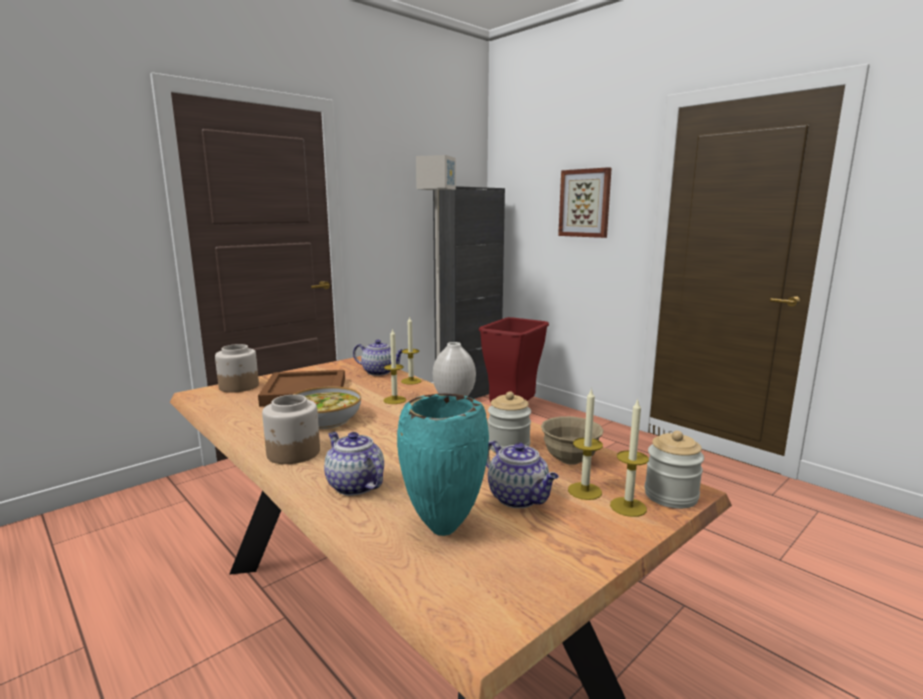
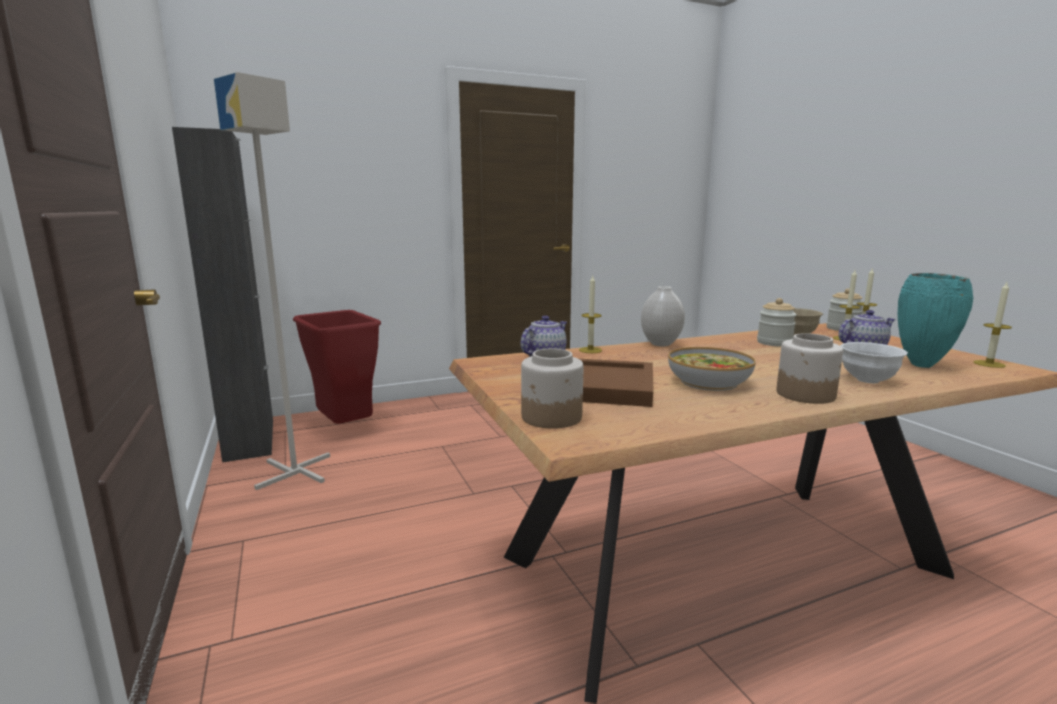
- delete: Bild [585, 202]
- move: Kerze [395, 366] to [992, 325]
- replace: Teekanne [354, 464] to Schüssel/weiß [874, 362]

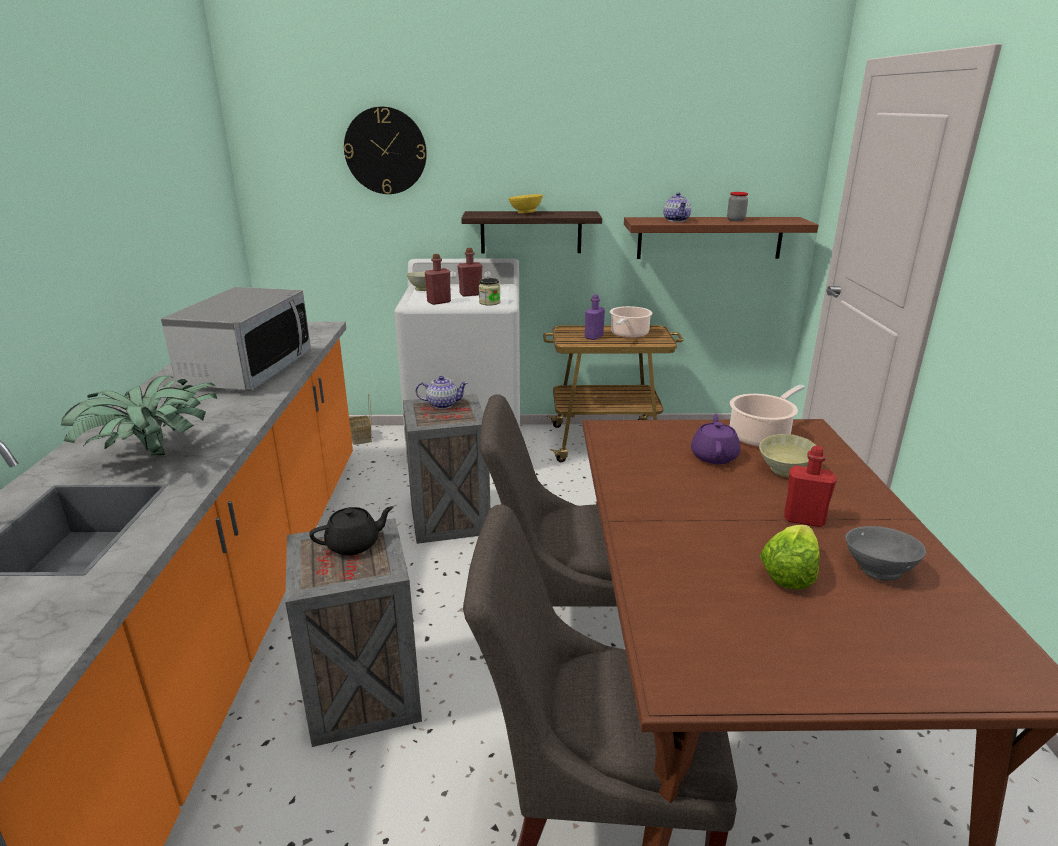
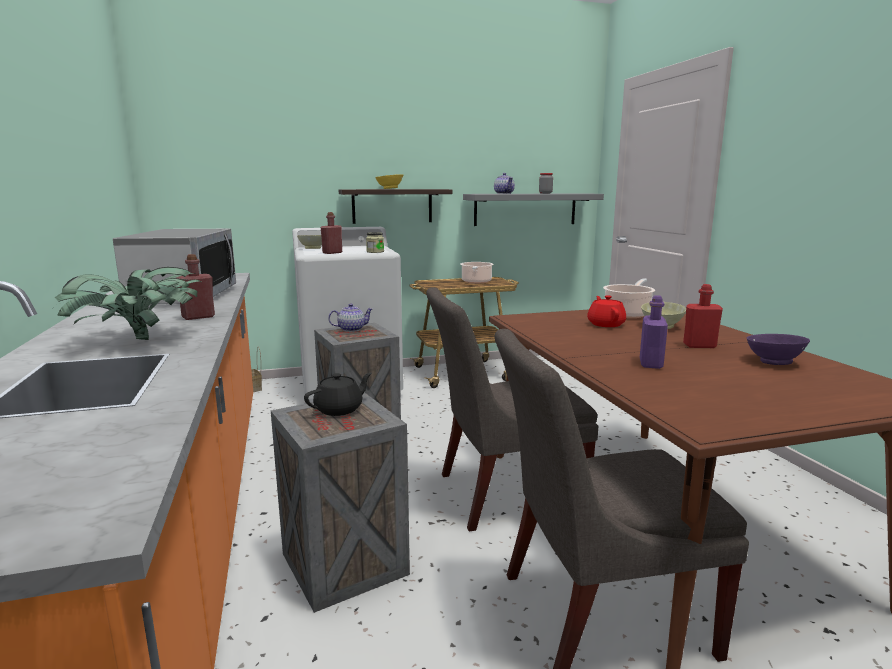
- delete: Wanduhr [385, 150]
- recolor: Wandregal/braun [721, 238] to Wandregal/grau [533, 209]
- move: Flasche/rot [469, 272] to [195, 287]
- move: Flasche/lila [595, 317] to [654, 332]
- recolor: Teekanne/lila [716, 439] to Teekanne/rot [606, 311]
- delete: Salatkopf [790, 557]
- recolor: Schüssel/grau [885, 553] to Schüssel/lila [778, 349]

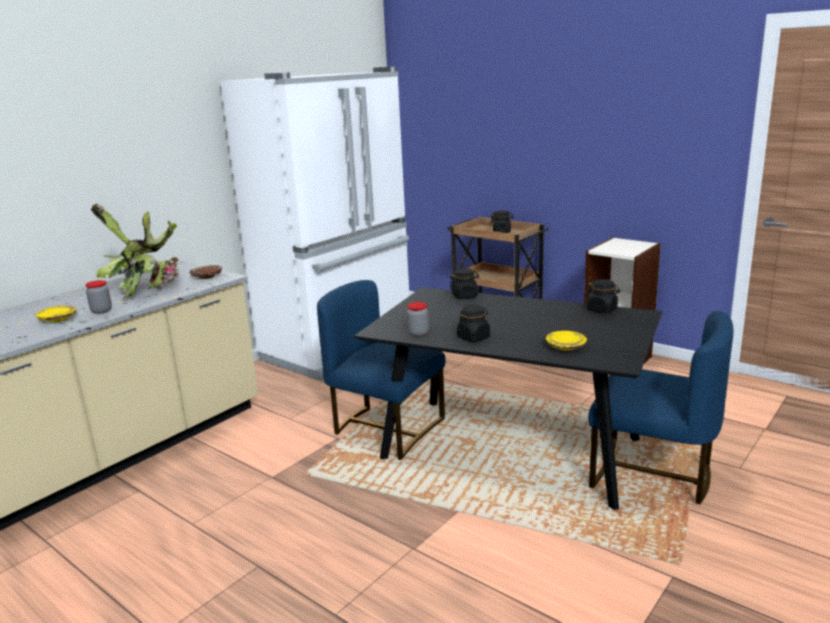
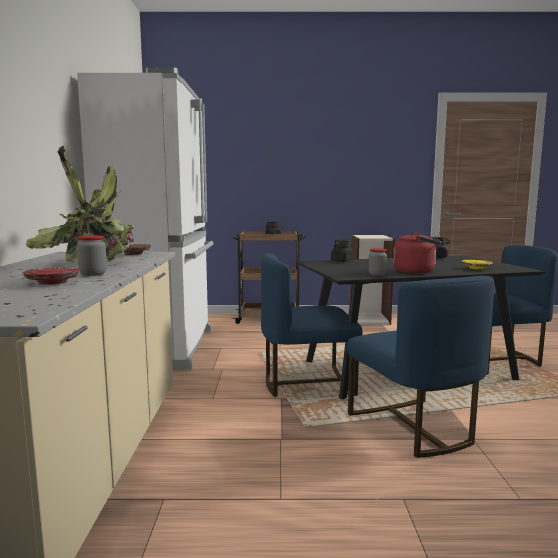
- recolor: Teller/gelb [56, 313] to Teller/rot [51, 275]
- replace: Vorratsglas/schwarz [473, 323] to Wasserkessel/rot [417, 253]
- insert: Stuhl/blau [420, 367]

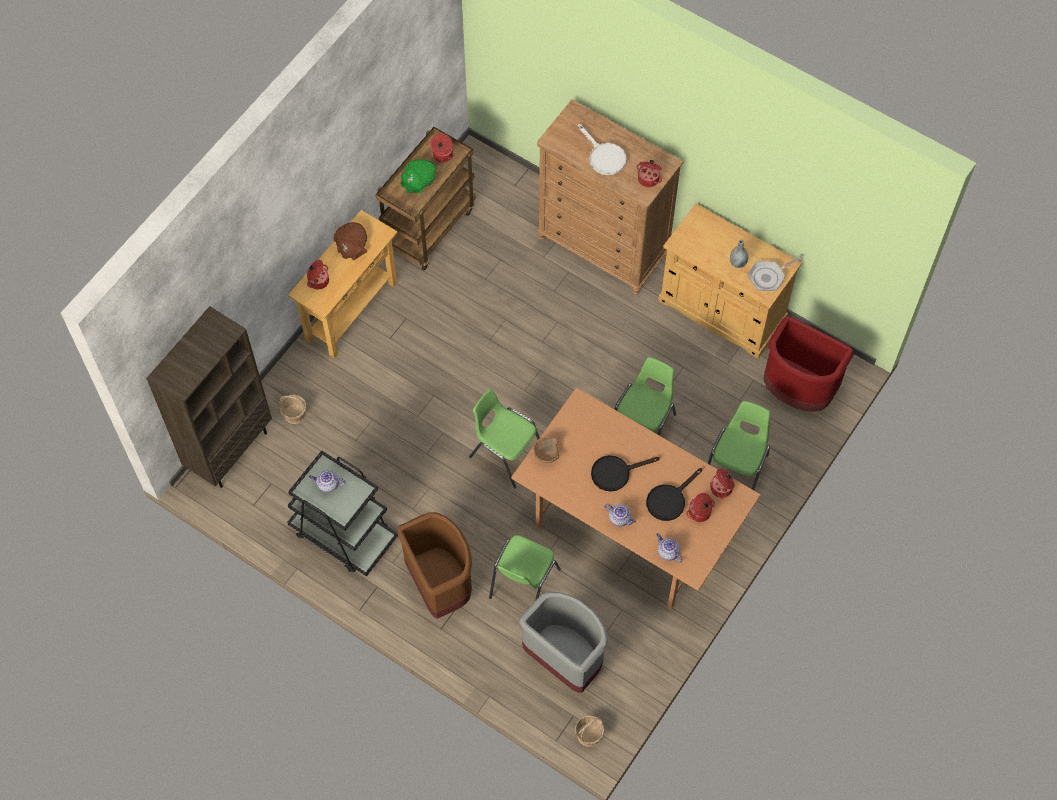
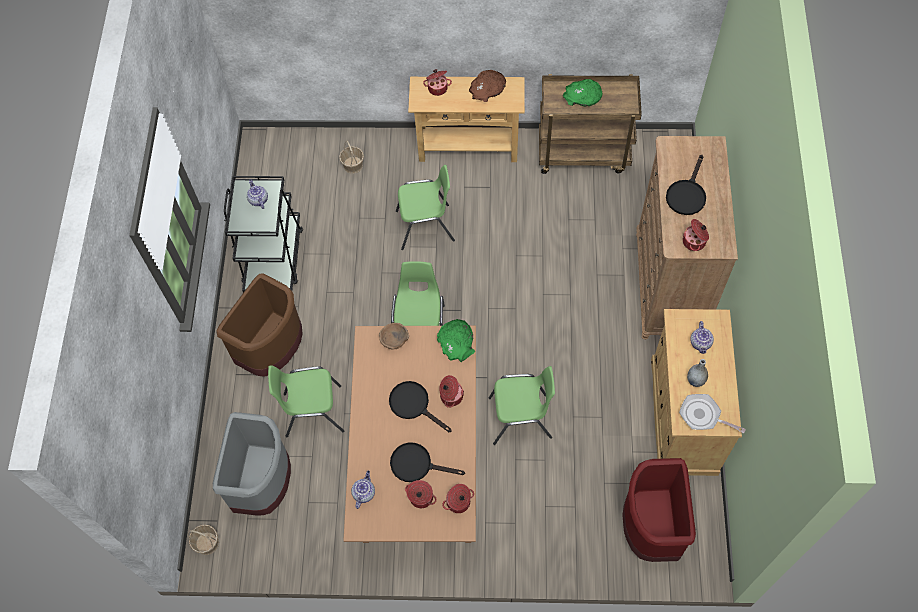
- recolor: Pfanne/weiß [602, 149] to Pfanne/schwarz [686, 185]
- move: Kochtopf [442, 148] to [451, 391]
- delete: Bücherregal/braun [209, 397]
- move: Stuhl/grün [739, 445] to [425, 207]
- move: Teekanne [620, 515] to [702, 337]
- insert: Schüssel/grün [456, 340]

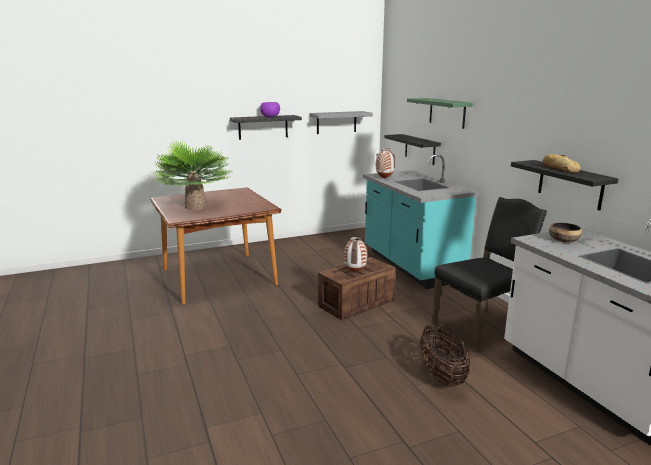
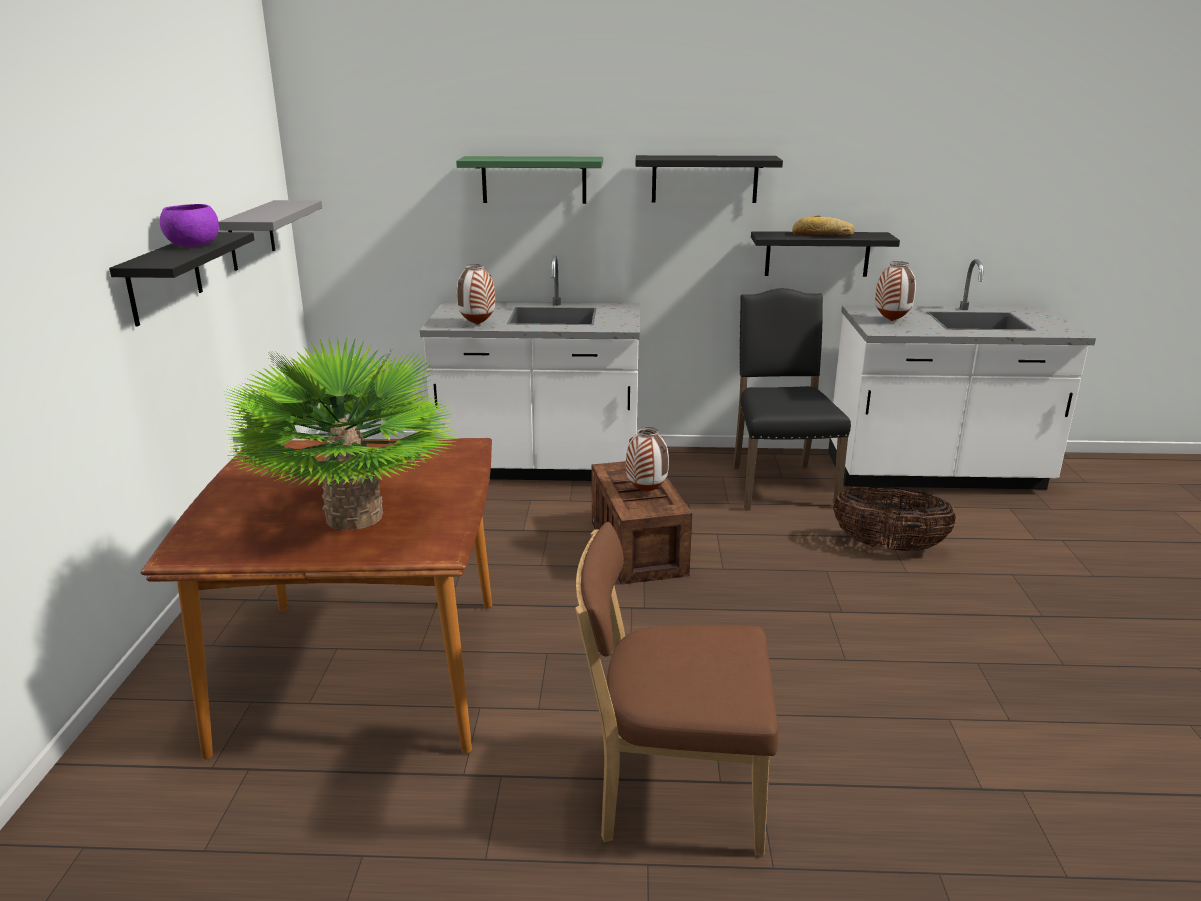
- move: Wandregal/schwarz [412, 149] to [709, 179]
- recolor: Küchenzeile/türkis [420, 221] to Küchenzeile/weiß [530, 368]
- replace: Schüssel [565, 232] to Vase [895, 291]
- insert: Stuhl/braun [677, 689]

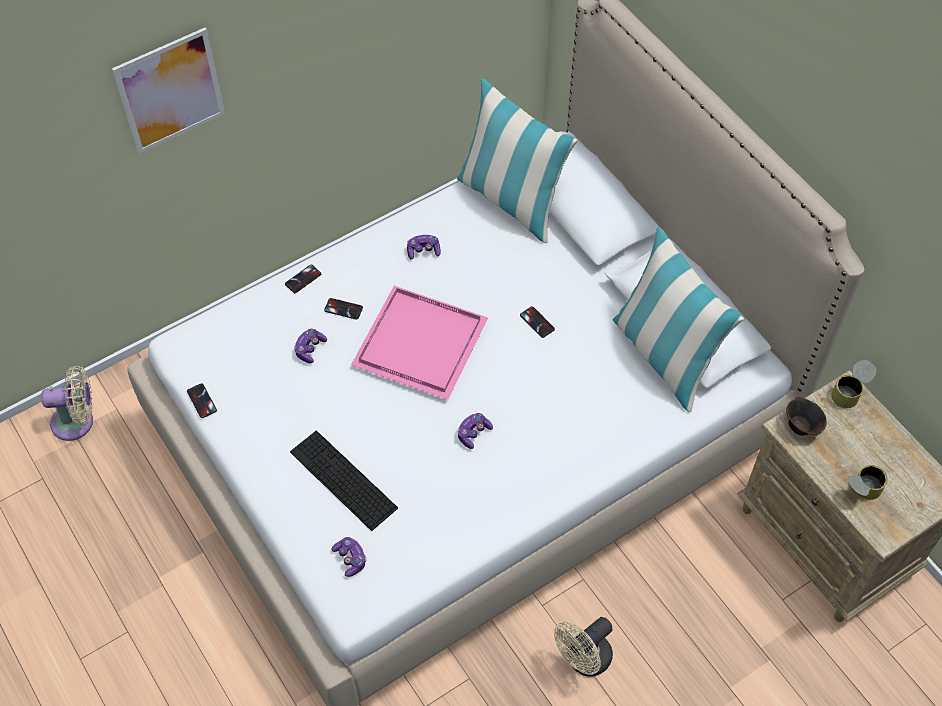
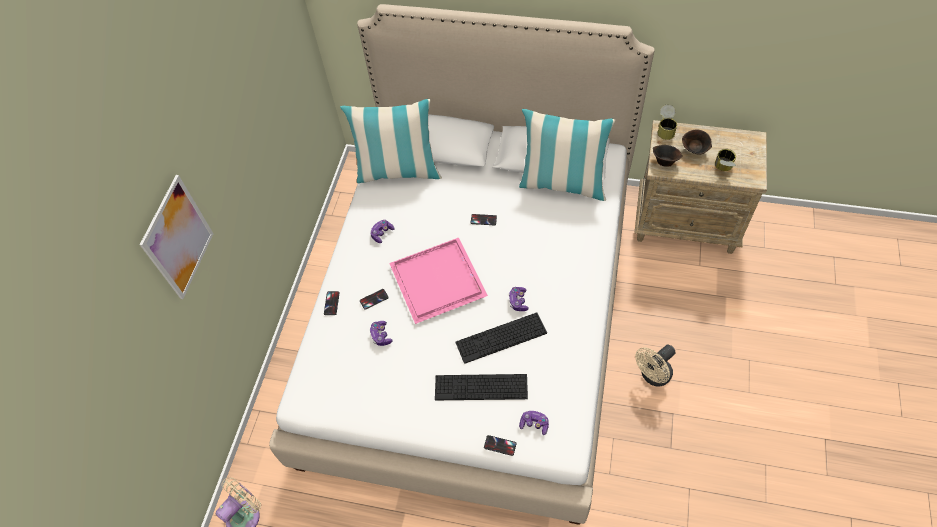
- move: Handy [202, 400] to [500, 445]
- rotate: Ventilator/beige [583, 647] = [655, 365] 45 degrees clockwise
- insert: Schüssel/braun [697, 141]
- insert: Tastatur [501, 338]

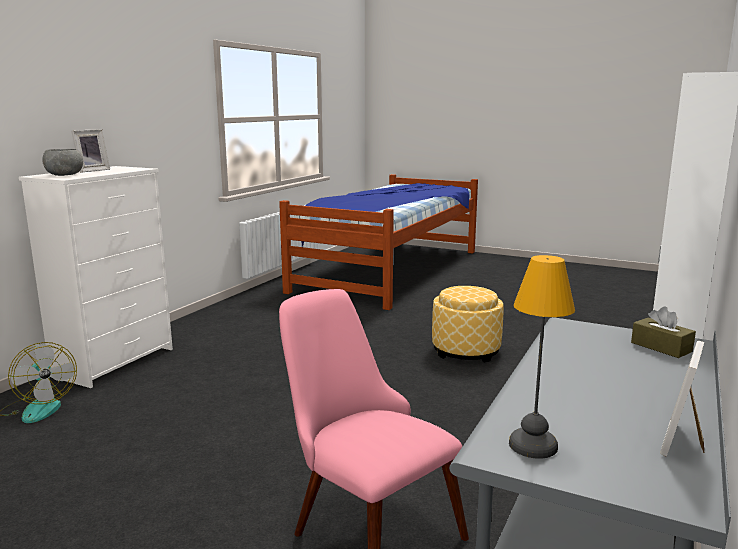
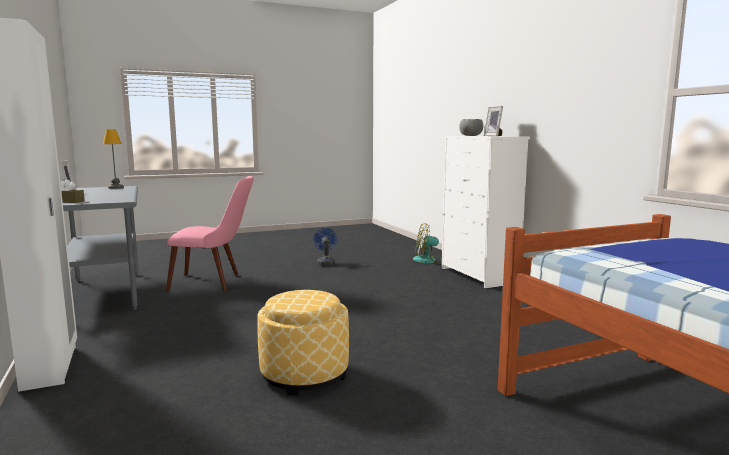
- insert: Ventilator/blau [325, 247]

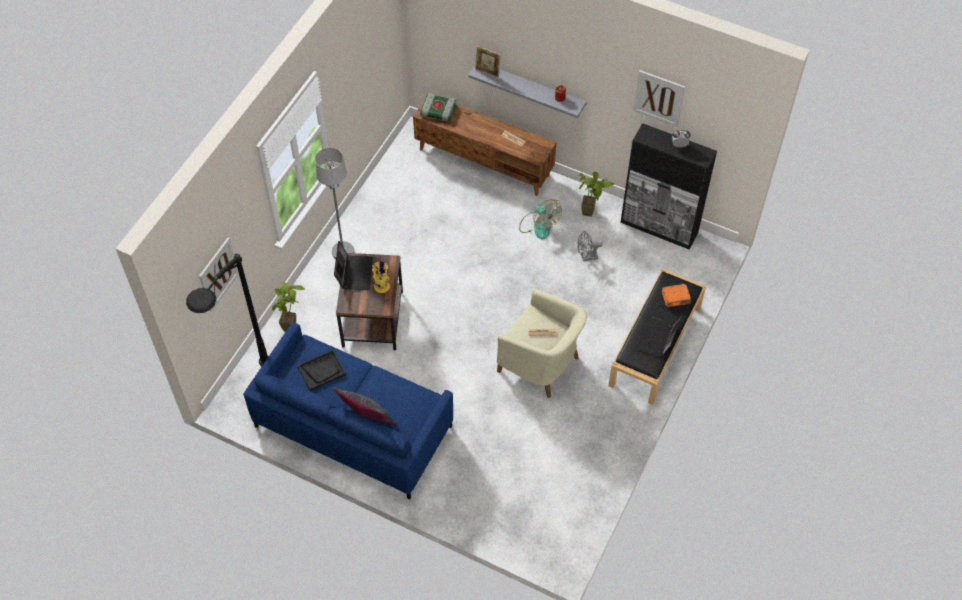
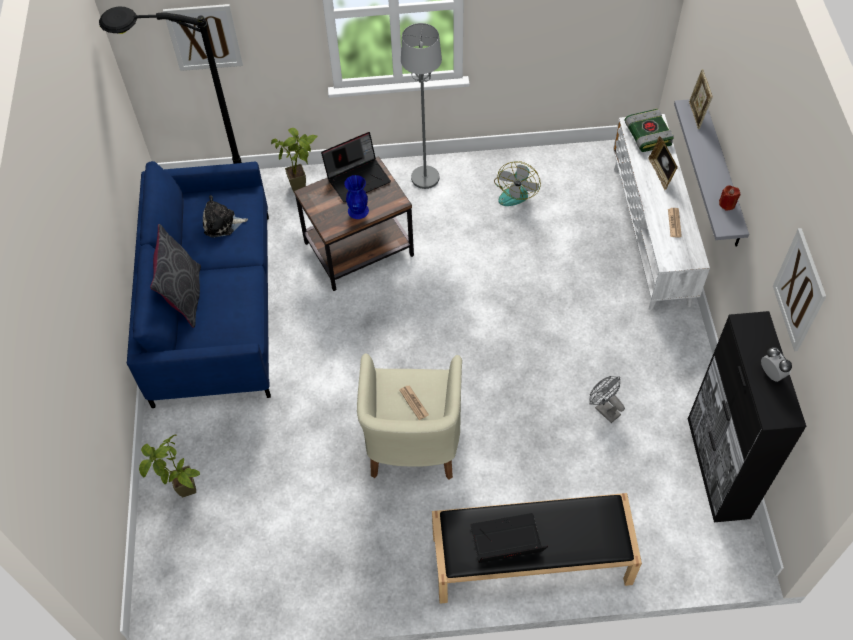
- recolor: Fernsehschrank/braun [485, 148] to Fernsehschrank/weiß [661, 212]
- move: Topfpflanze [596, 194] to [169, 466]
- move: Ventilator [540, 220] to [517, 183]
- recolor: Vase/gelb [381, 277] to Vase/blau [356, 197]
- delete: Buch/orange [676, 295]
- replace: Tablett/schwarz [322, 370] to Plüschtier [225, 216]
- insert: Bilderrahmen [663, 163]

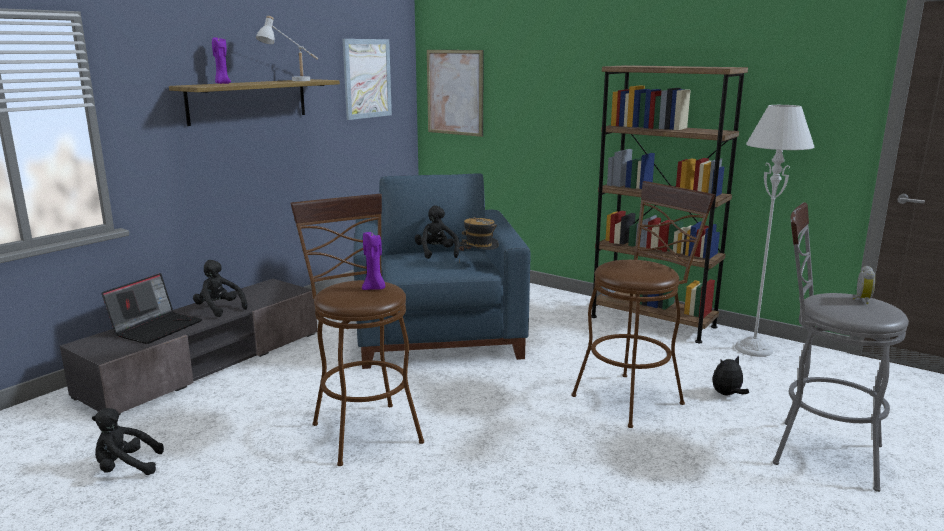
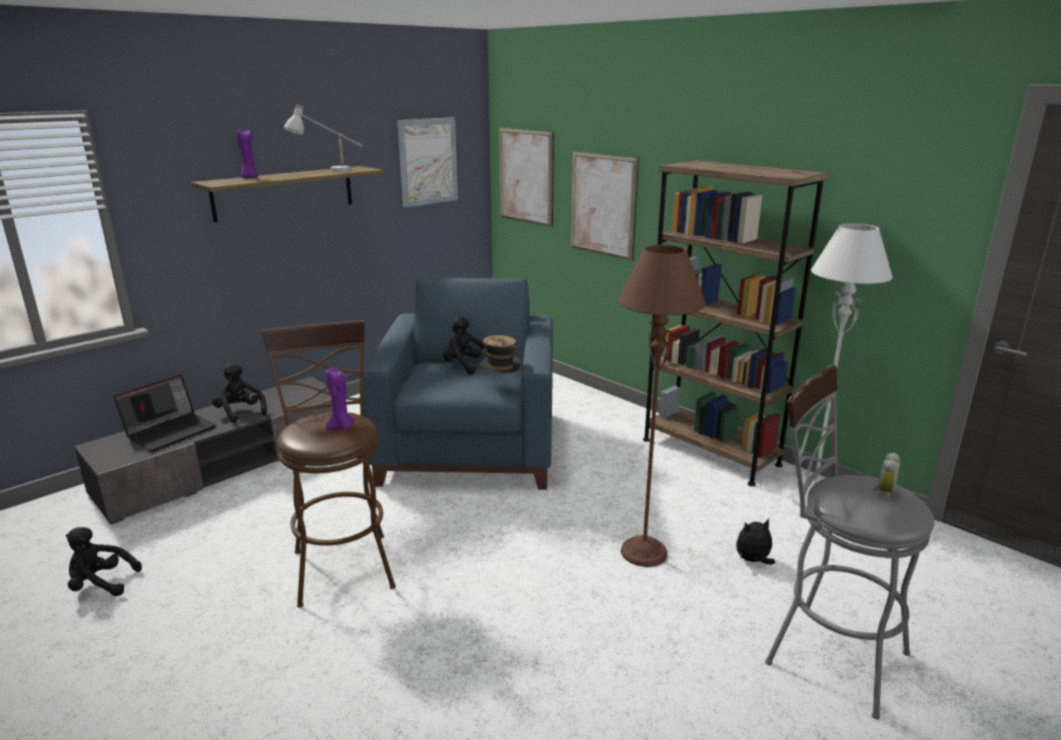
- replace: Hocker/braun [643, 304] to Stehlampe/braun [662, 406]
- rotate: Plüschtier/schwarz [437, 232] = [465, 345] 45 degrees counterclockwise
- insert: Bild [605, 206]

